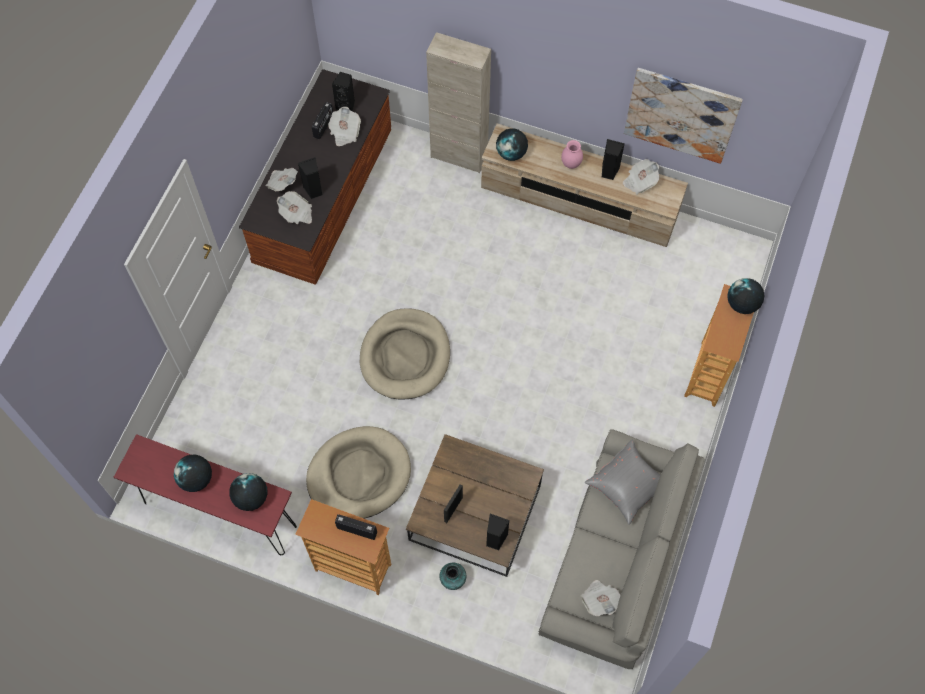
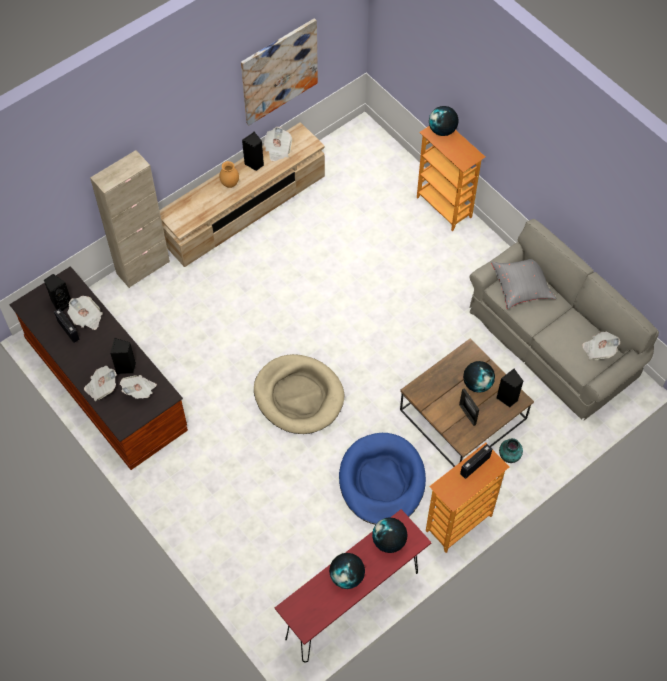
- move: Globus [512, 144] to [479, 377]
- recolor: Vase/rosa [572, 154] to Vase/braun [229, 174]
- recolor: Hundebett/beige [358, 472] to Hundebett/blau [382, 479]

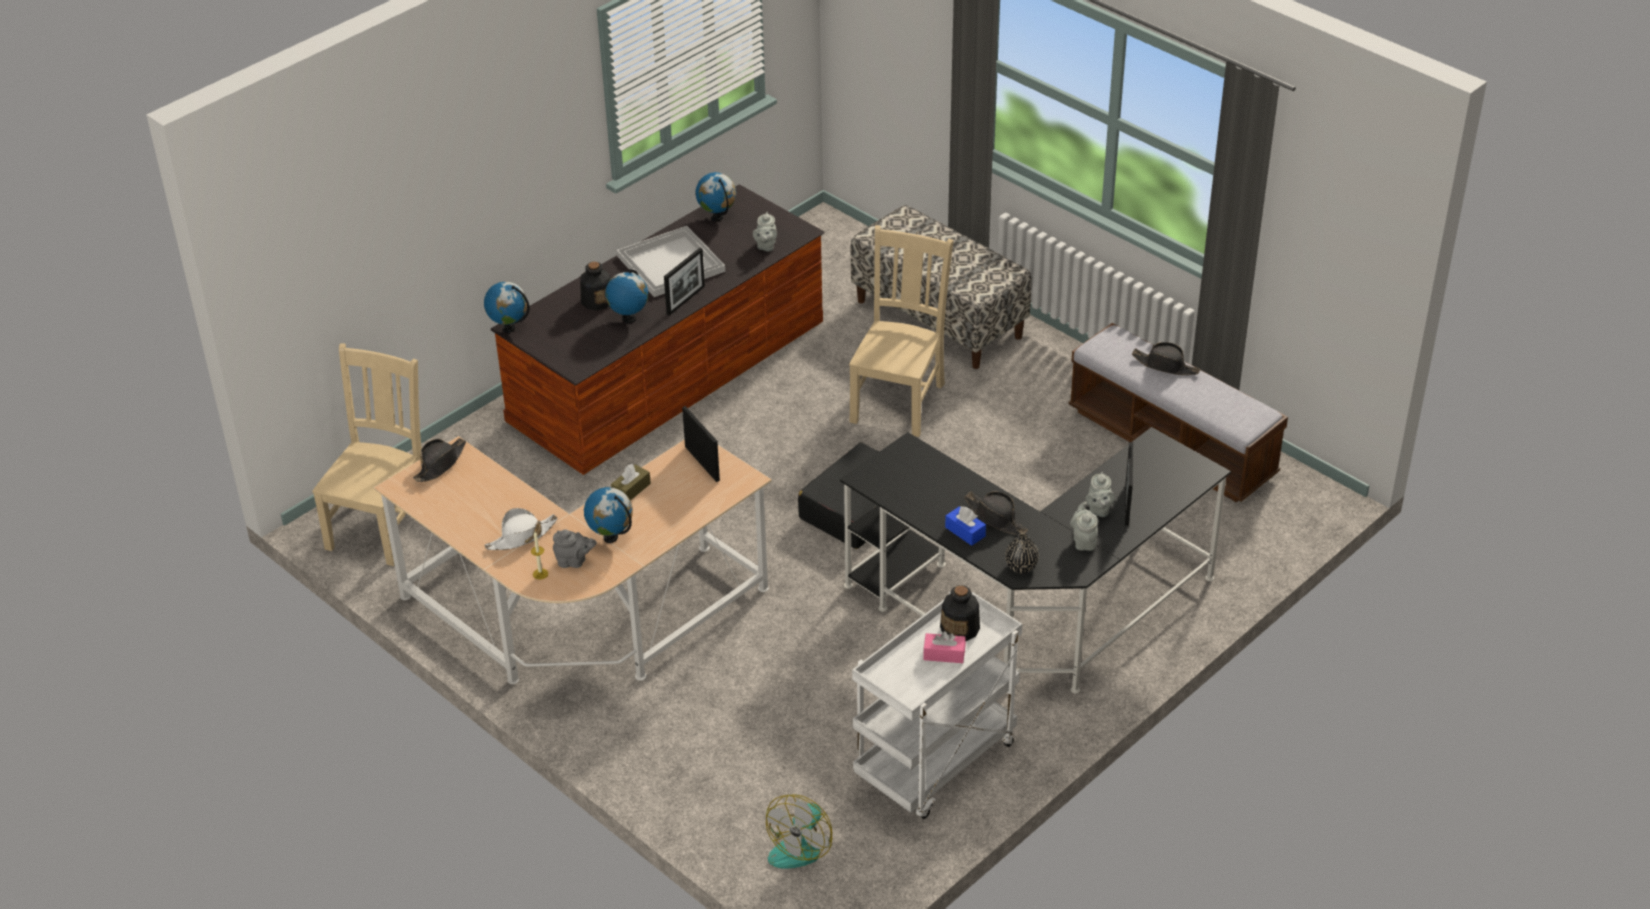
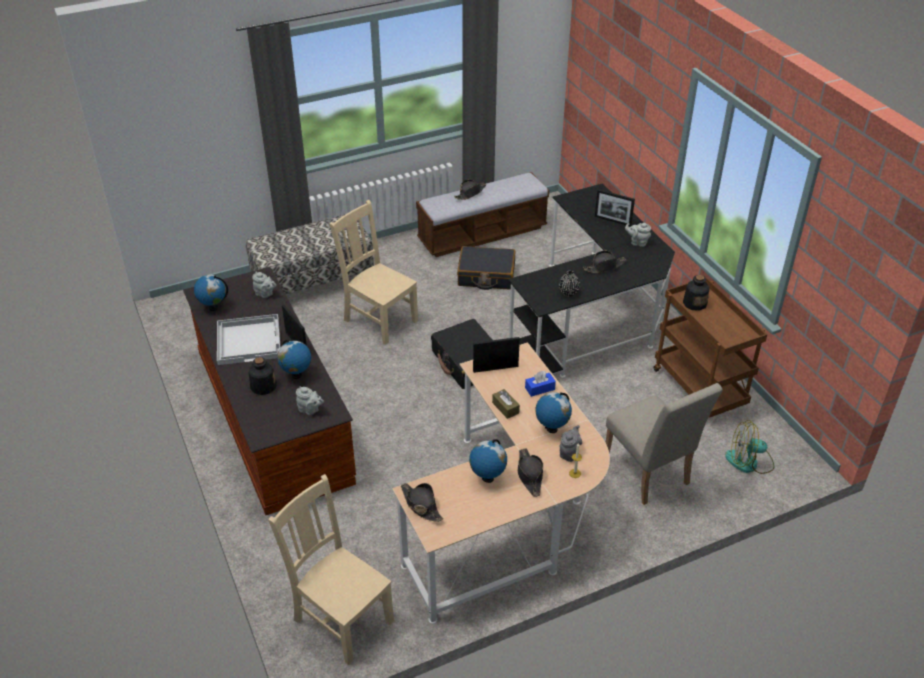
- move: Globus [507, 307] to [488, 461]
- move: Teekanne/grau [1100, 494] to [310, 400]
- move: Taschentuchbox/blau [965, 526] to [540, 384]
- recolor: Hut/weiß [521, 529] to Hut/schwarz [530, 472]
- move: Vase/schwarz [1022, 553] to [569, 283]
- recolor: Rollwagen/weiß [937, 705] to Rollwagen/braun [710, 347]
- delete: Taschentuchbox/rosa [944, 647]
- rotate: Ventilator [799, 831] = [750, 447] 135 degrees clockwise
- insert: Koffer/schwarz [486, 268]
- insert: Stuhl/beige [663, 444]

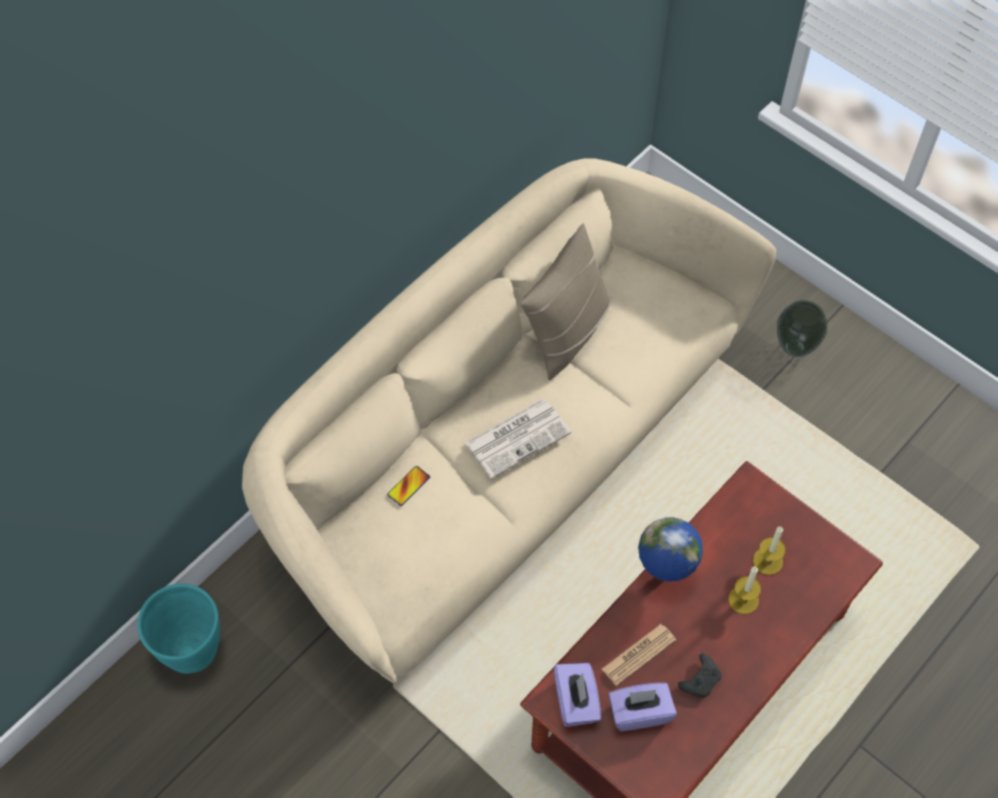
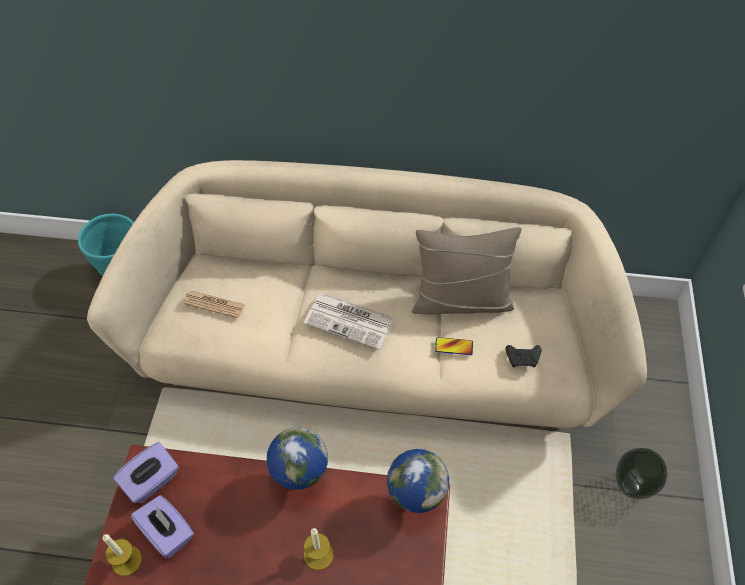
- move: Handy [408, 486] to [454, 346]
- move: Kerze [769, 550] to [122, 555]
- move: Zeitung [639, 655] to [213, 304]
- move: Gamepad/schwarz [700, 676] to [523, 356]
- insert: Globus [418, 481]

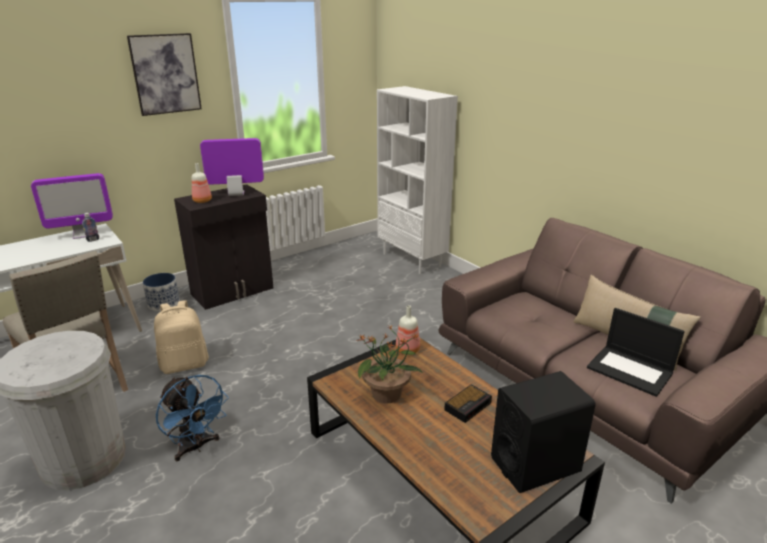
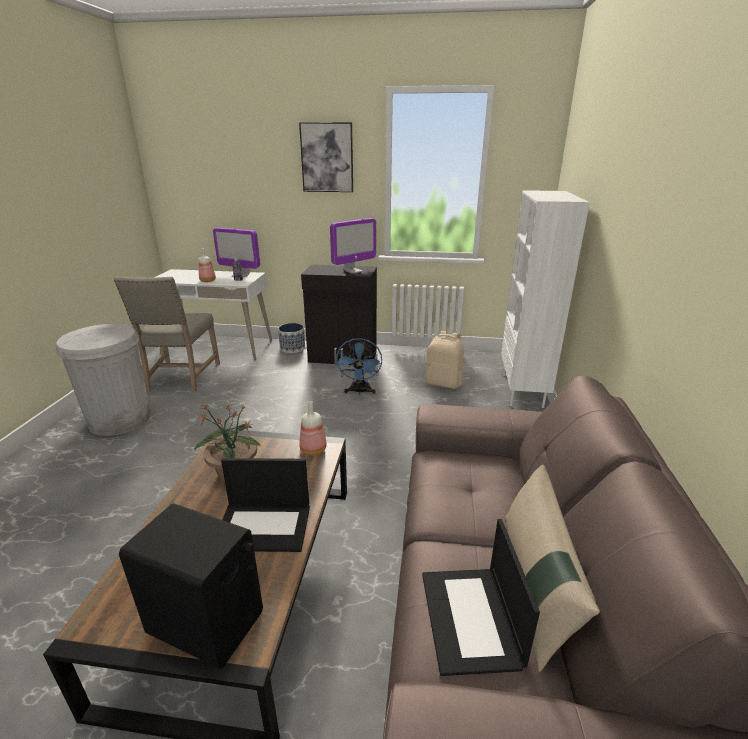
- rotate: Monitor [232, 167] = [353, 246] 105 degrees clockwise
- move: Flasche [202, 183] to [207, 265]
- move: Rucksack/beige [181, 337] to [444, 360]
- move: Ventilator/blau [192, 418] to [358, 366]
- replace: Wecker [468, 403] to Laptop [265, 505]

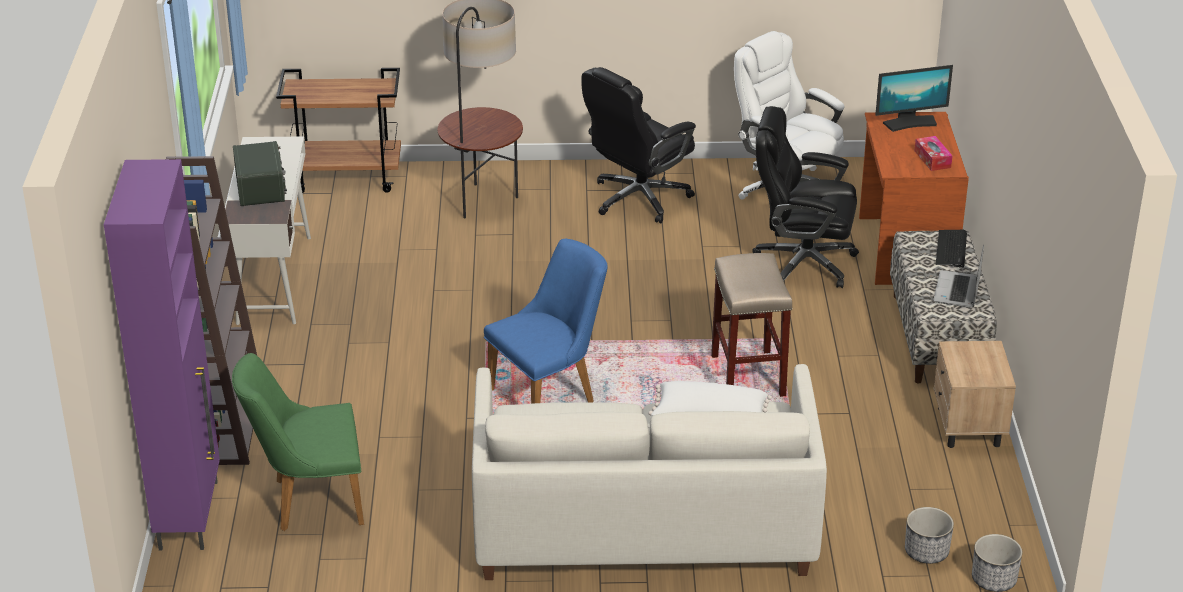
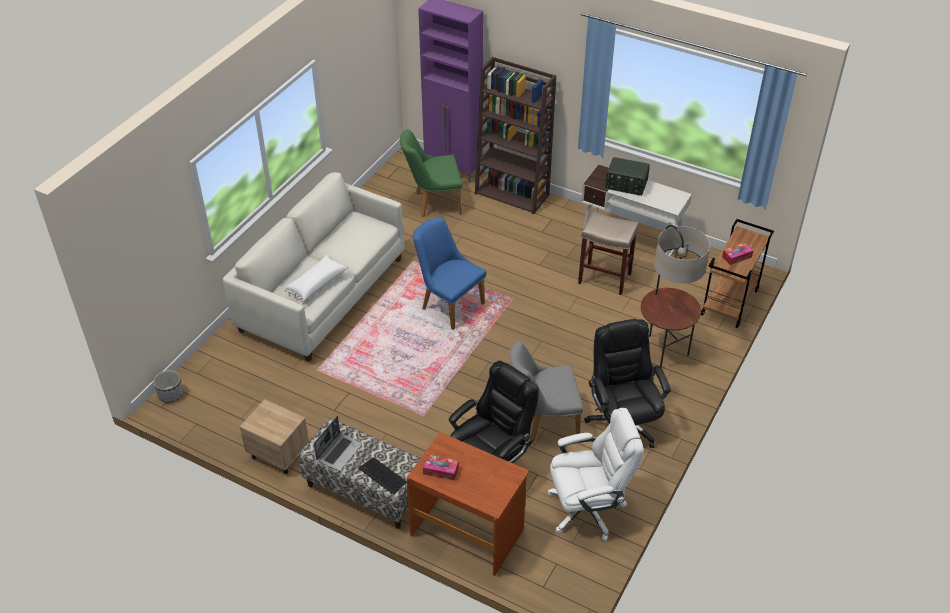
- delete: Monitor [914, 98]
- rotate: Stuhl/blau [546, 321] = [449, 273] 135 degrees clockwise
- rotate: Laptop [958, 276] = [338, 443] 75 degrees clockwise
- move: Hocker/beige [752, 325] to [608, 253]
- rotate: Stuhl/grün [298, 442] = [431, 173] 120 degrees counterclockwise
- delete: Pflanzkübel [929, 535]
- insert: Taschentuchbox [737, 254]
- insert: Stuhl/grau [546, 392]

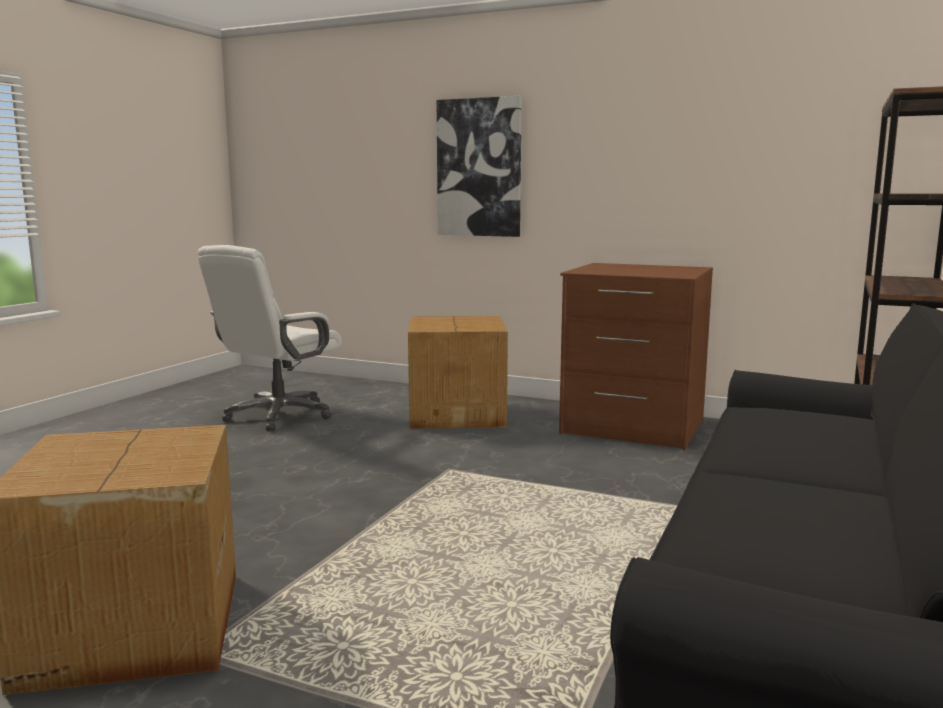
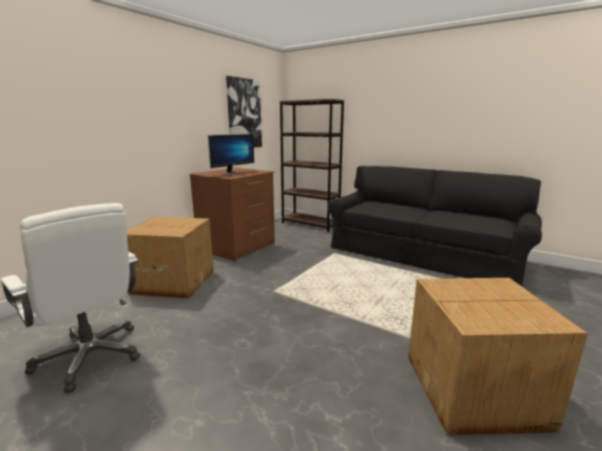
- move: Bild [479, 166] to [244, 112]
- insert: Monitor [231, 154]

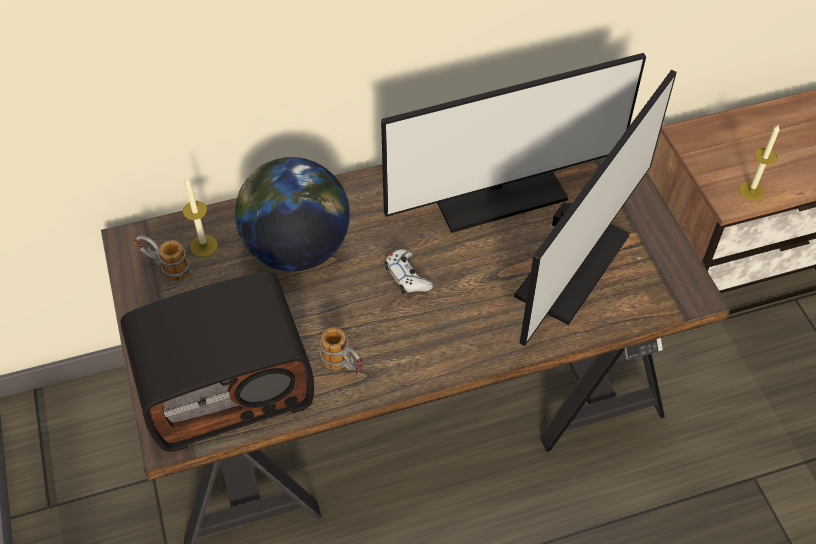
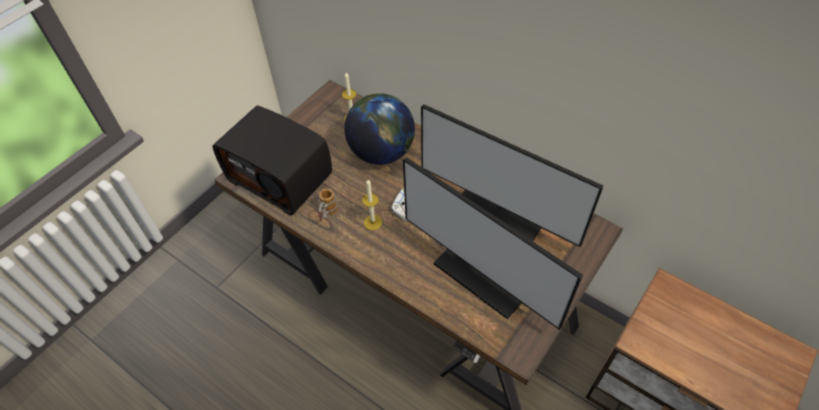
- rotate: Monitor [595, 208] = [493, 243] 45 degrees clockwise
- move: Kerze [759, 162] to [372, 205]
- delete: Henkelbecher [162, 258]

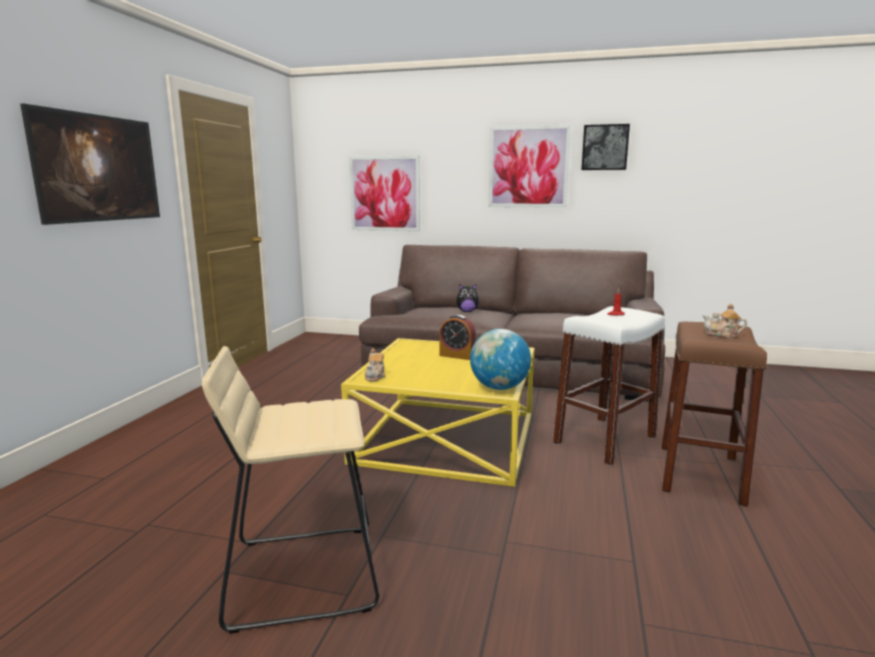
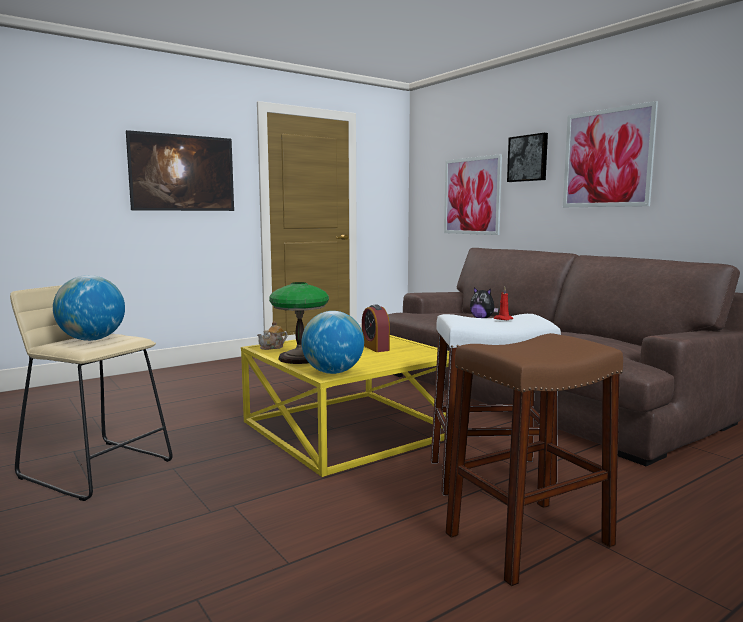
- move: Bild [606, 147] to [527, 157]
- delete: Teekanne [725, 321]
- insert: Globus [89, 308]
- insert: Tischlampe [299, 323]

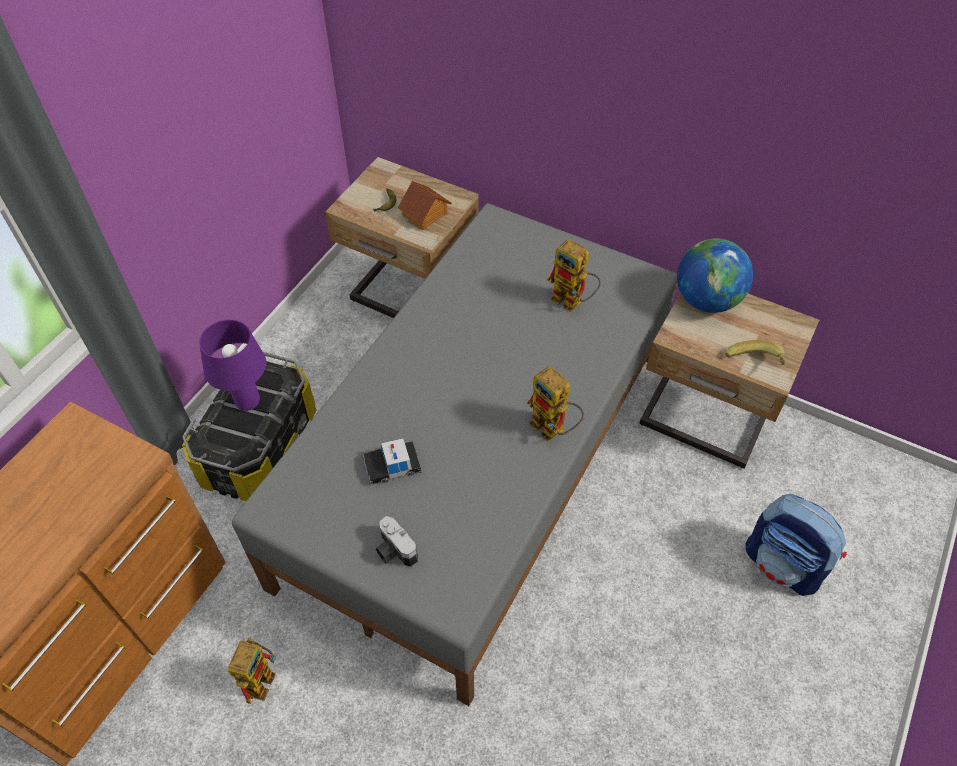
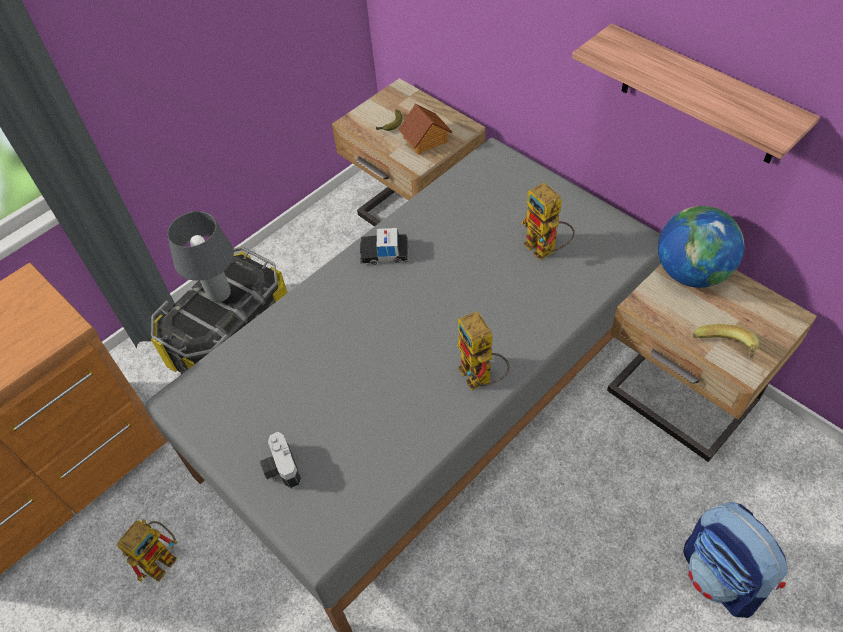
- recolor: Tischlampe/lila [232, 365] to Tischlampe/grau [200, 256]
- move: Spielzeugauto [392, 461] to [384, 246]
- insert: Wandregal [696, 93]

